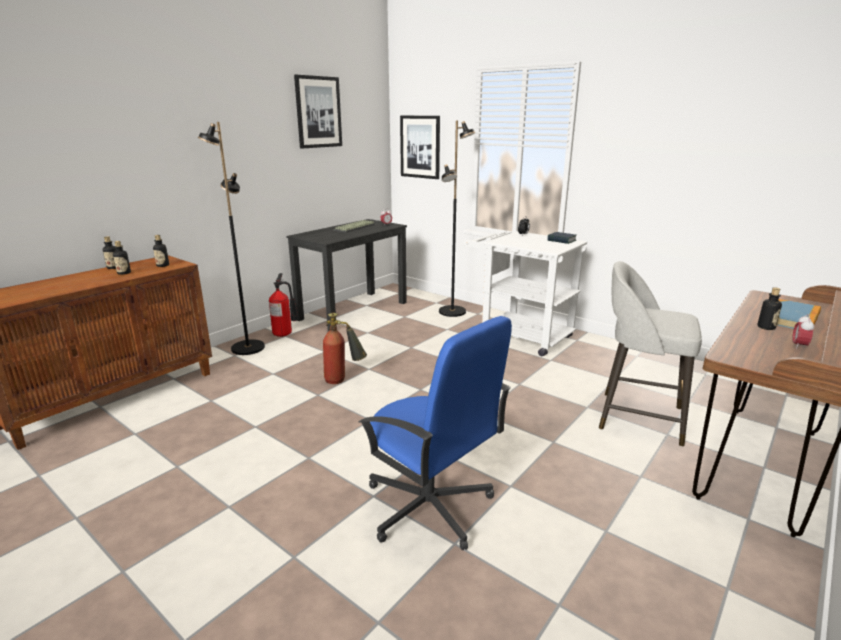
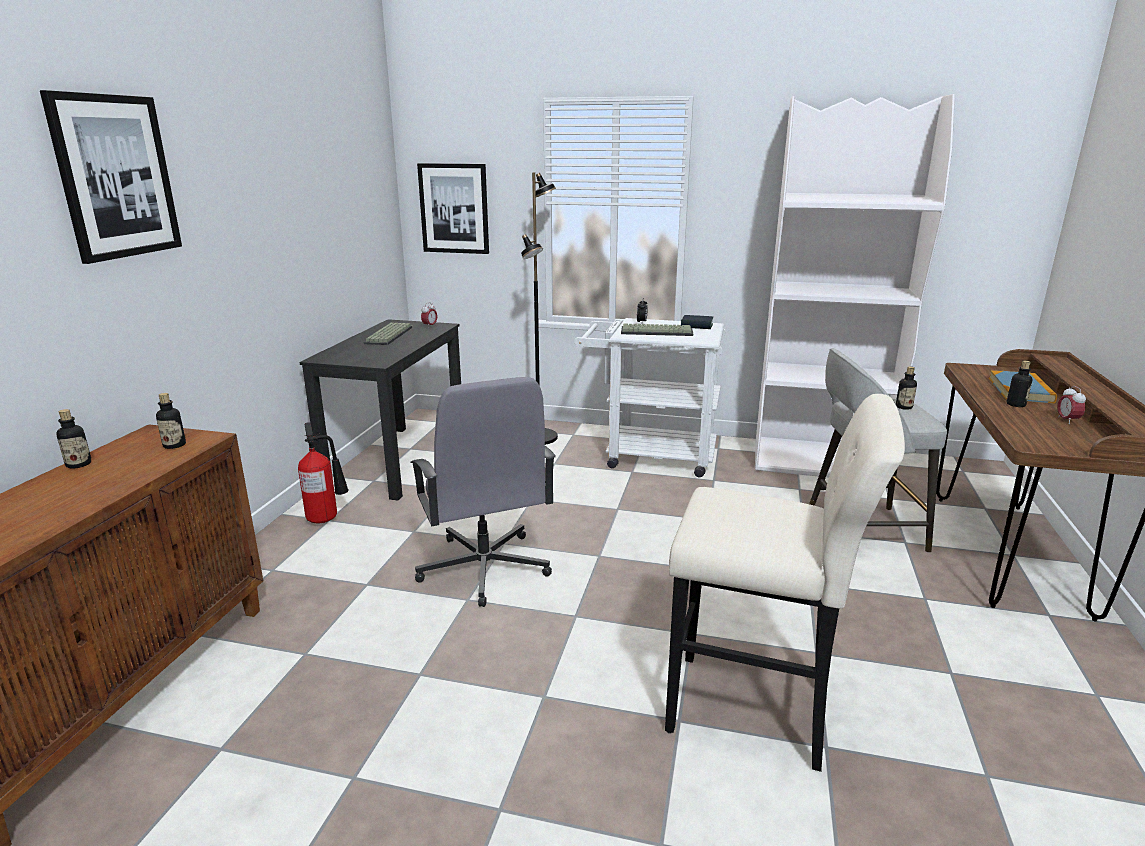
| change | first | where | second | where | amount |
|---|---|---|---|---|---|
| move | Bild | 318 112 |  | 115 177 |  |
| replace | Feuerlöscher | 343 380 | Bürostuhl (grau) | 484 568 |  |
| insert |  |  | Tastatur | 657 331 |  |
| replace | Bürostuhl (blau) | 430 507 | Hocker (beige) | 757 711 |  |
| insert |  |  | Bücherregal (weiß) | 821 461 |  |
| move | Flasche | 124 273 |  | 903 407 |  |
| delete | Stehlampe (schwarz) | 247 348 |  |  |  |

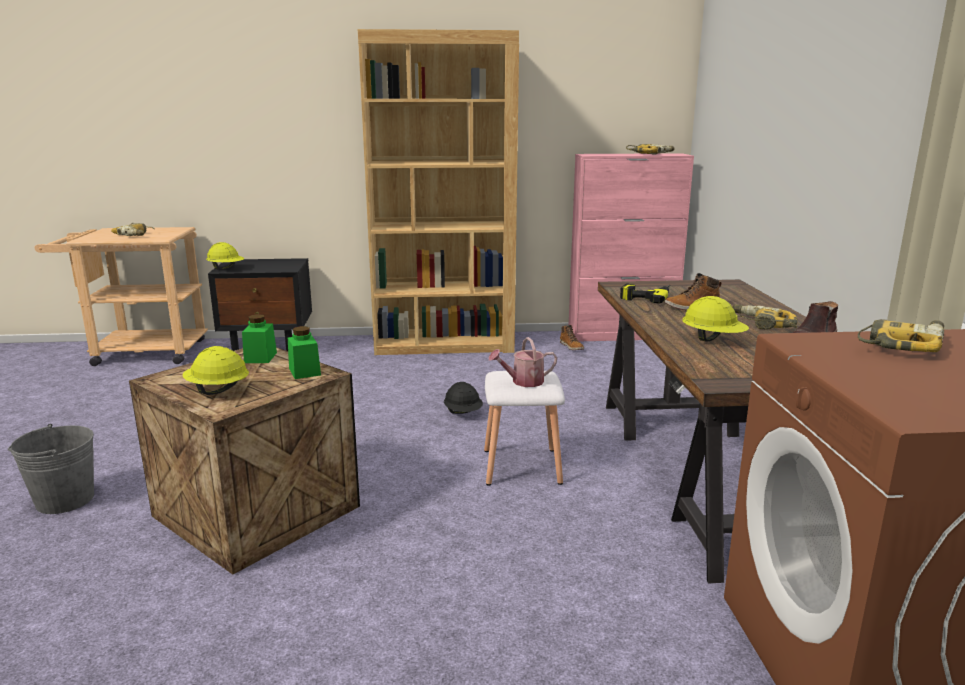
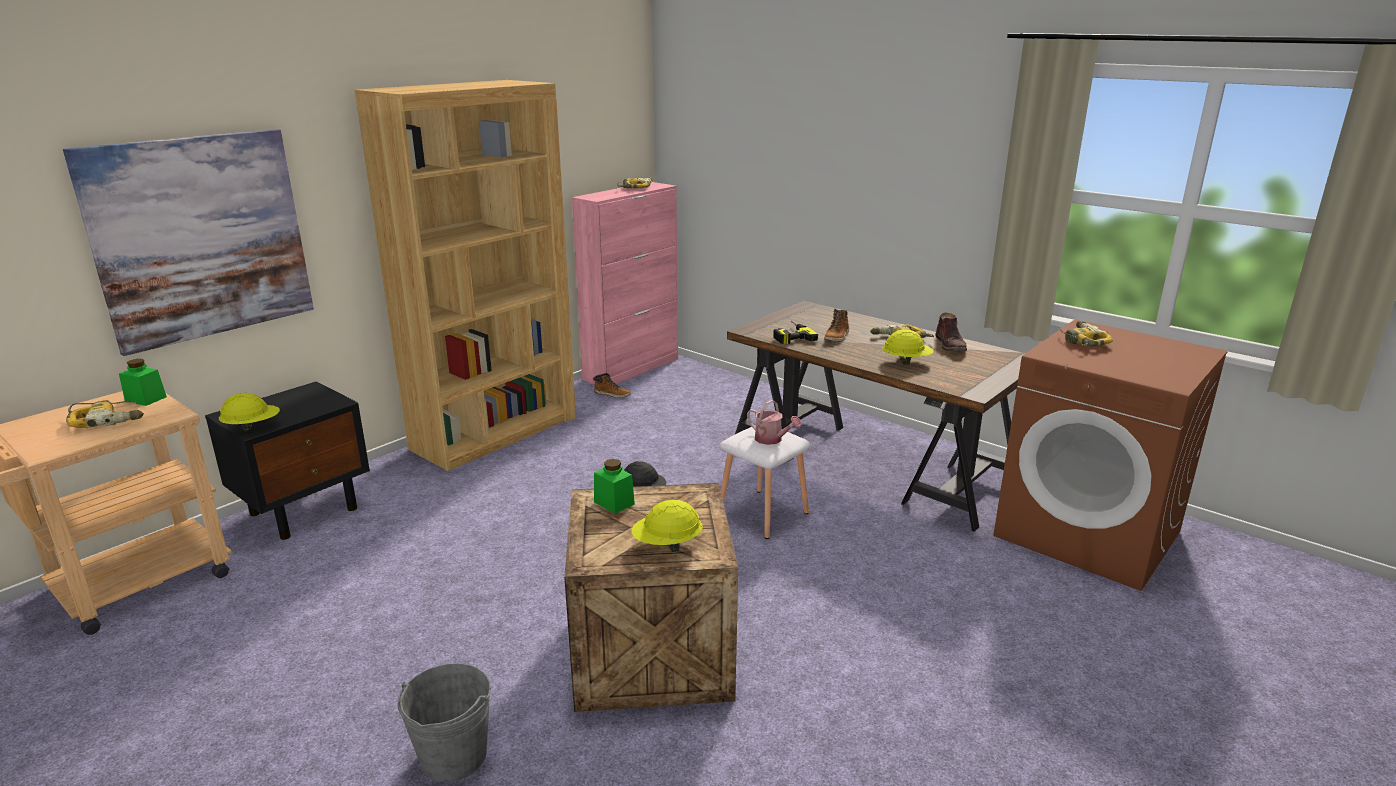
| change | first | where | second | where | amount |
|---|---|---|---|---|---|
| insert |  |  | Bild | 201 238 |  |
| move | Vorratsglas (grün) | 304 372 |  | 146 399 |  |
| rotate | Gießkanne | 523 382 |  | 771 439 | 75 degrees counterclockwise |

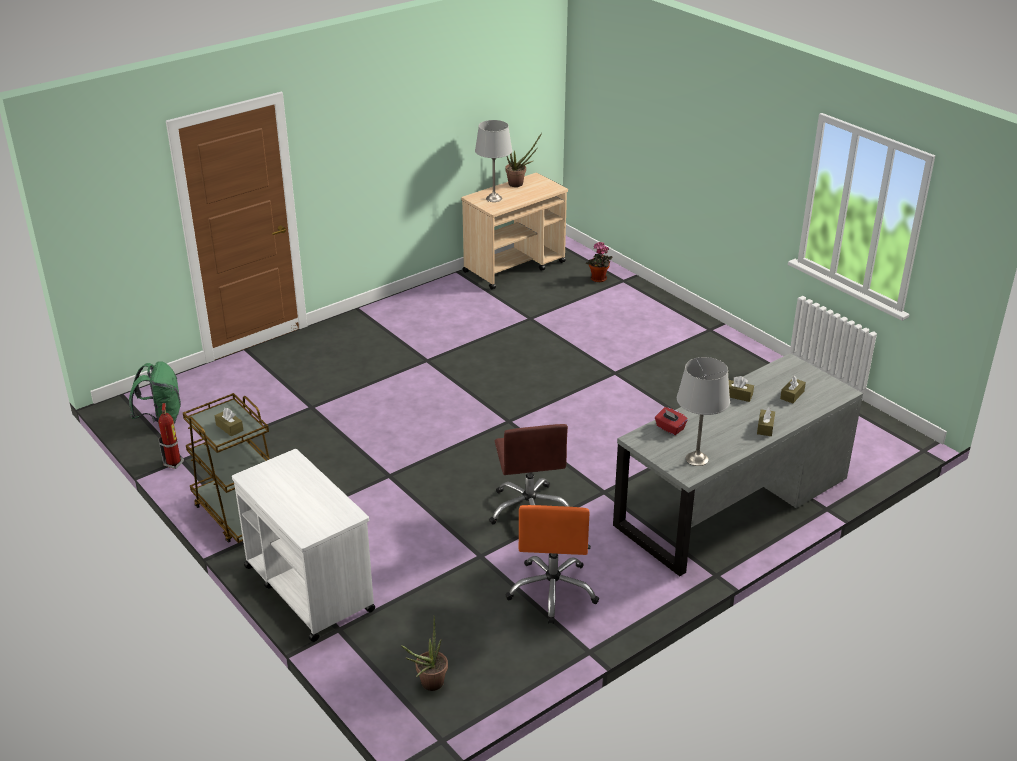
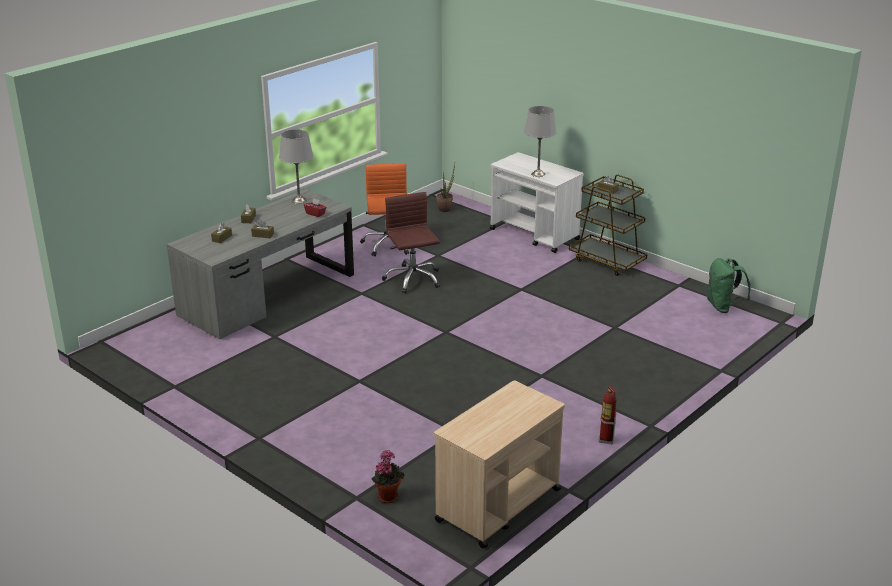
| change | first | where | second | where | amount |
|---|---|---|---|---|---|
| move | Tischlampe (grau) | 494 198 |  | 538 174 |  |
| move | Feuerlöscher | 174 463 |  | 606 440 |  |
| delete | Topfpflanze | 519 184 |  |  |  |

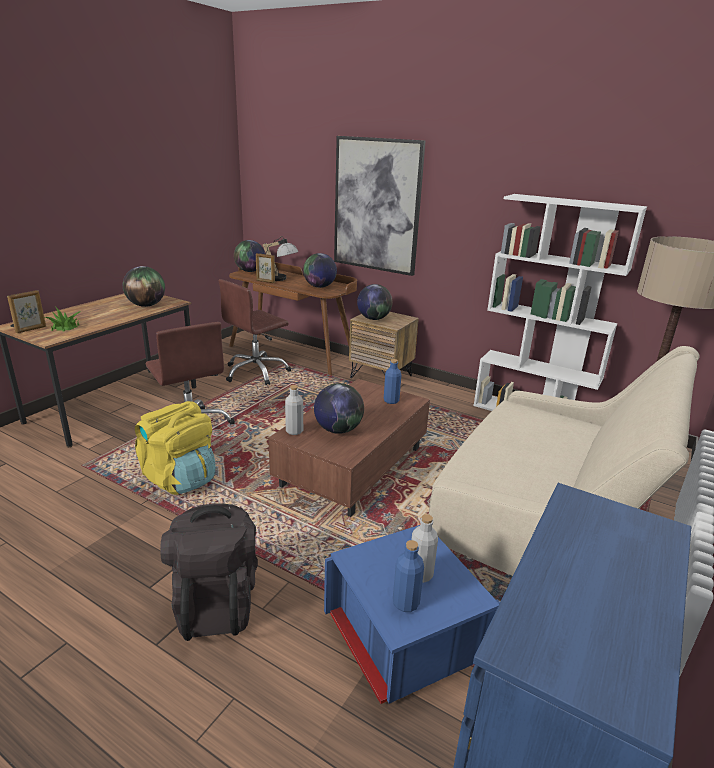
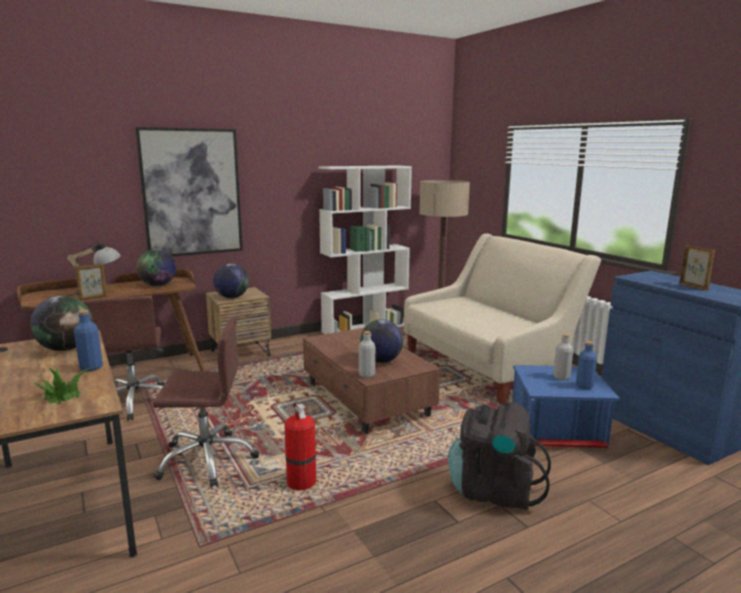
| change | first | where | second | where | amount |
|---|---|---|---|---|---|
| move | Flasche (blau) | 391 401 |  | 91 368 |  |
| replace | Rucksack (gelb) | 180 478 | Feuerlöscher | 301 481 |  |
| move | Bilderrahmen | 31 329 |  | 693 287 |  |
| delete | Globus | 250 271 |  |  |  |

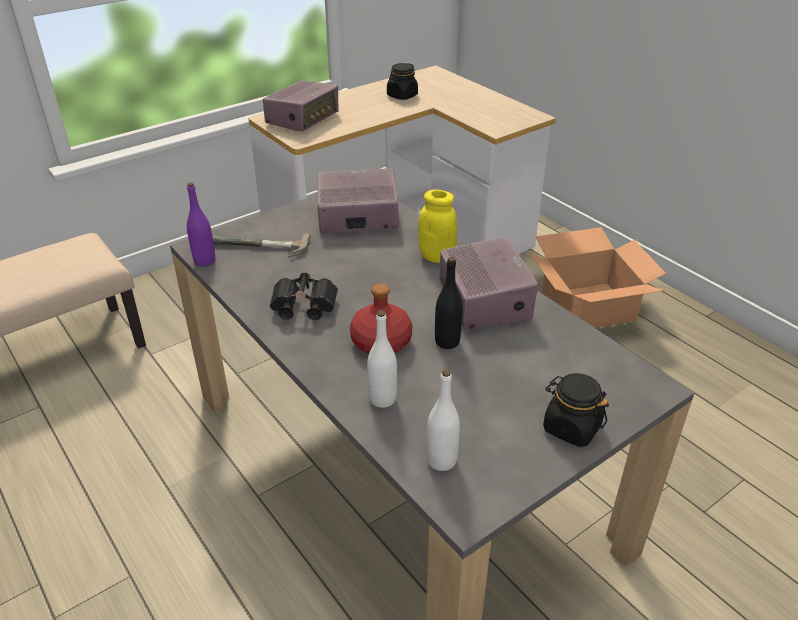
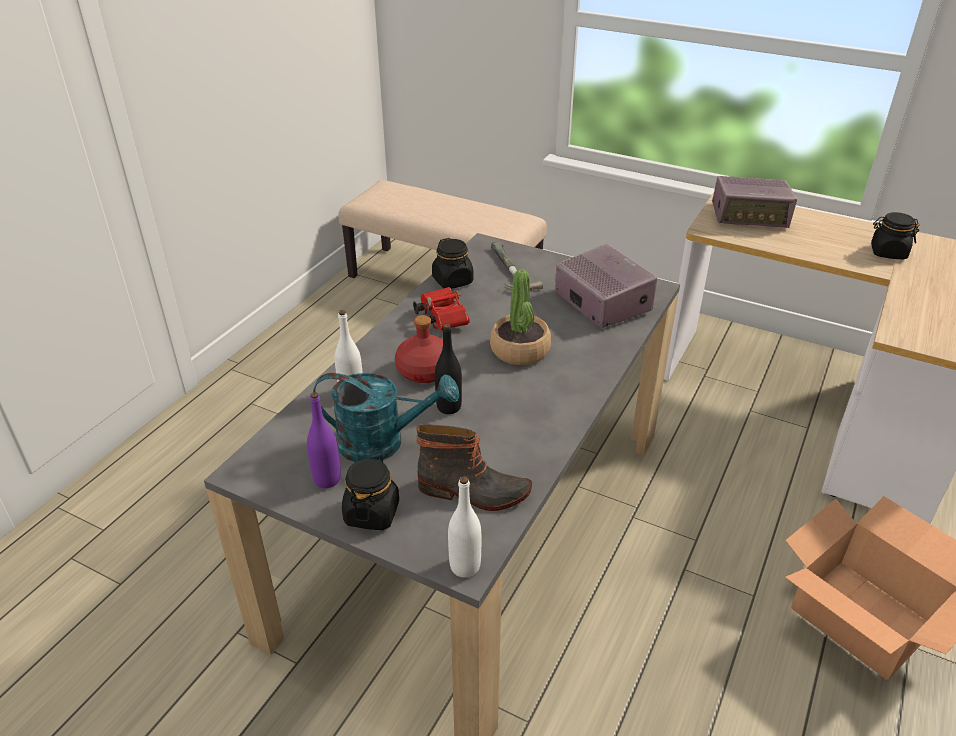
| change | first | where | second | where | amount |
|---|---|---|---|---|---|
| move | Flasche (lila) | 204 261 |  | 327 479 |  |
| insert |  |  | Gießkanne (türkis) | 383 442 |  |
| recolor | Fernglas (schwarz) | 302 308 | Fernglas (rot) | 440 318 |  |
| insert |  |  | Stiefel | 473 492 |  |
| insert |  |  | Vorratsglas (schwarz) | 453 281 |  |
| move | Flasche (weiß) | 441 460 |  | 465 566 |  |
| insert |  |  | Topfpflanze | 520 350 |  |
| delete | Vorratsglas (gelb) | 436 256 |  |  |  |
| delete | Radio | 484 300 |  |  |  |

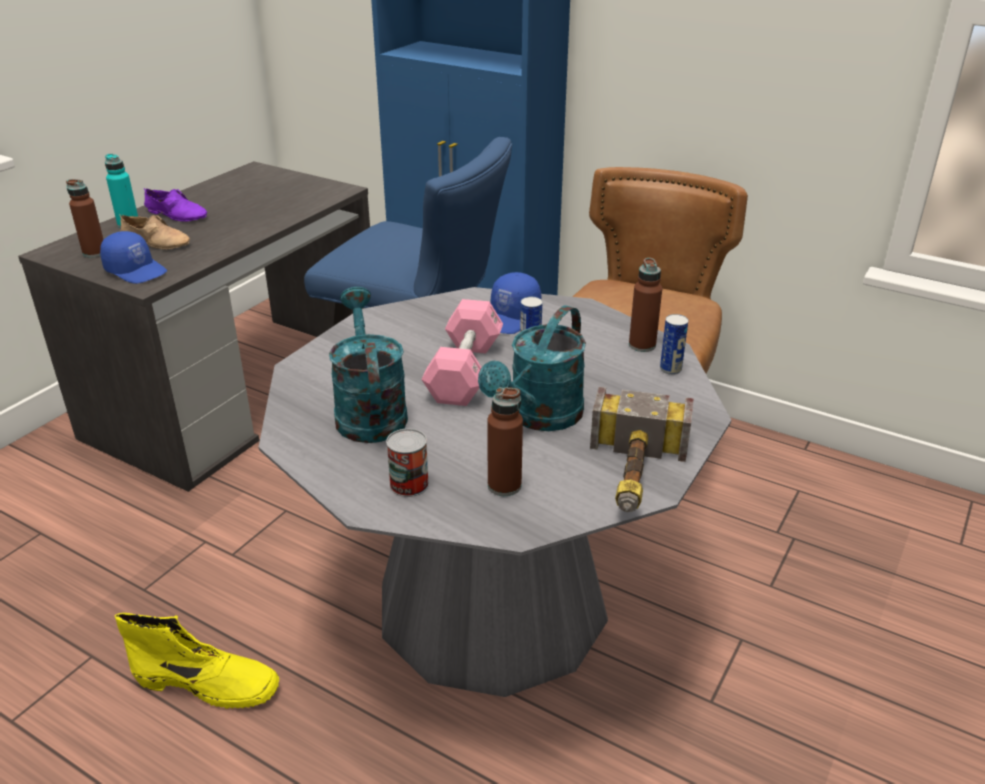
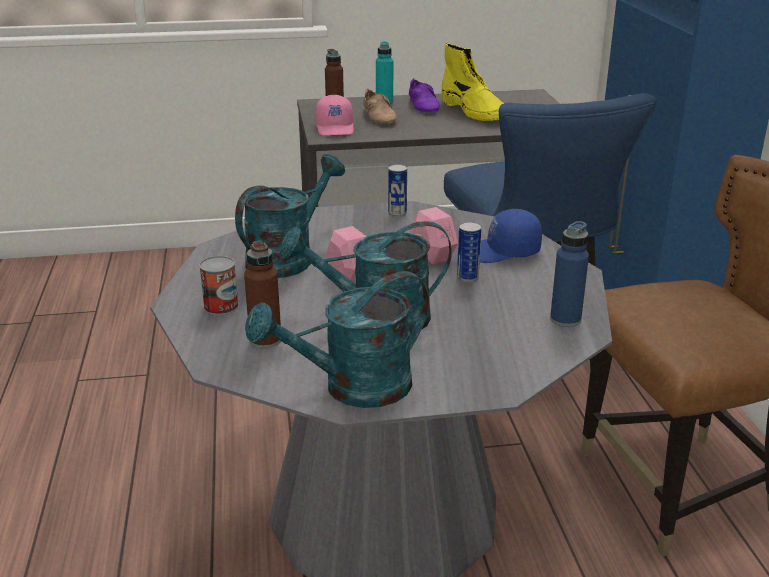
| change | first | where | second | where | amount |
|---|---|---|---|---|---|
| replace | Hammer | 633 476 | Gießkanne (türkis) | 353 389 |  |
| recolor | Kappe (blau) | 136 270 | Kappe (rosa) | 336 128 |  |
| move | Dose | 670 369 |  | 397 213 |  |
| move | Stiefel (gelb) | 208 683 |  | 474 112 |  |
| recolor | Flasche (braun) | 642 345 | Flasche (blau) | 565 319 |  |

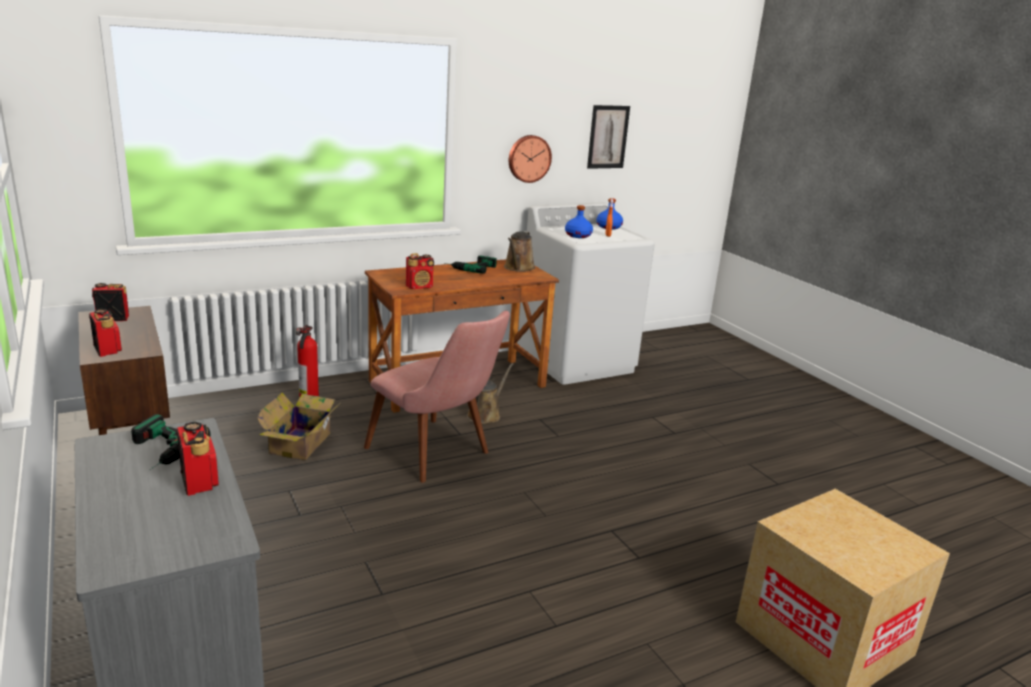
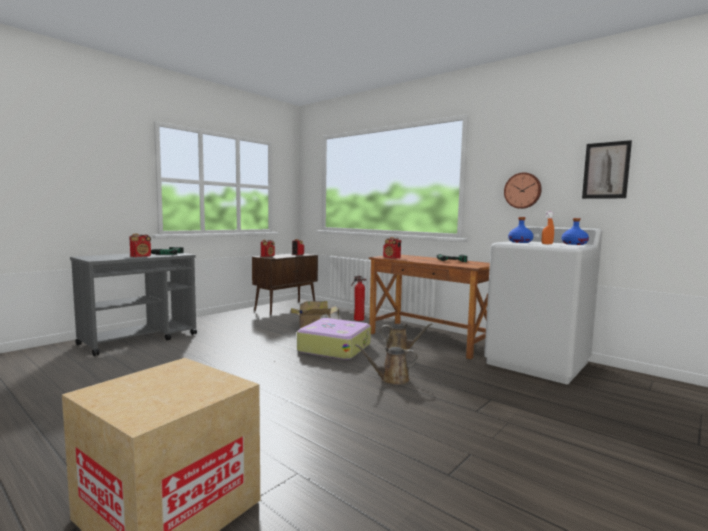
| change | first | where | second | where | amount |
|---|---|---|---|---|---|
| replace | Stuhl (rosa) | 438 455 | Koffer | 334 348 |  |
| move | Gießkanne (braun) | 518 268 |  | 391 379 |  |

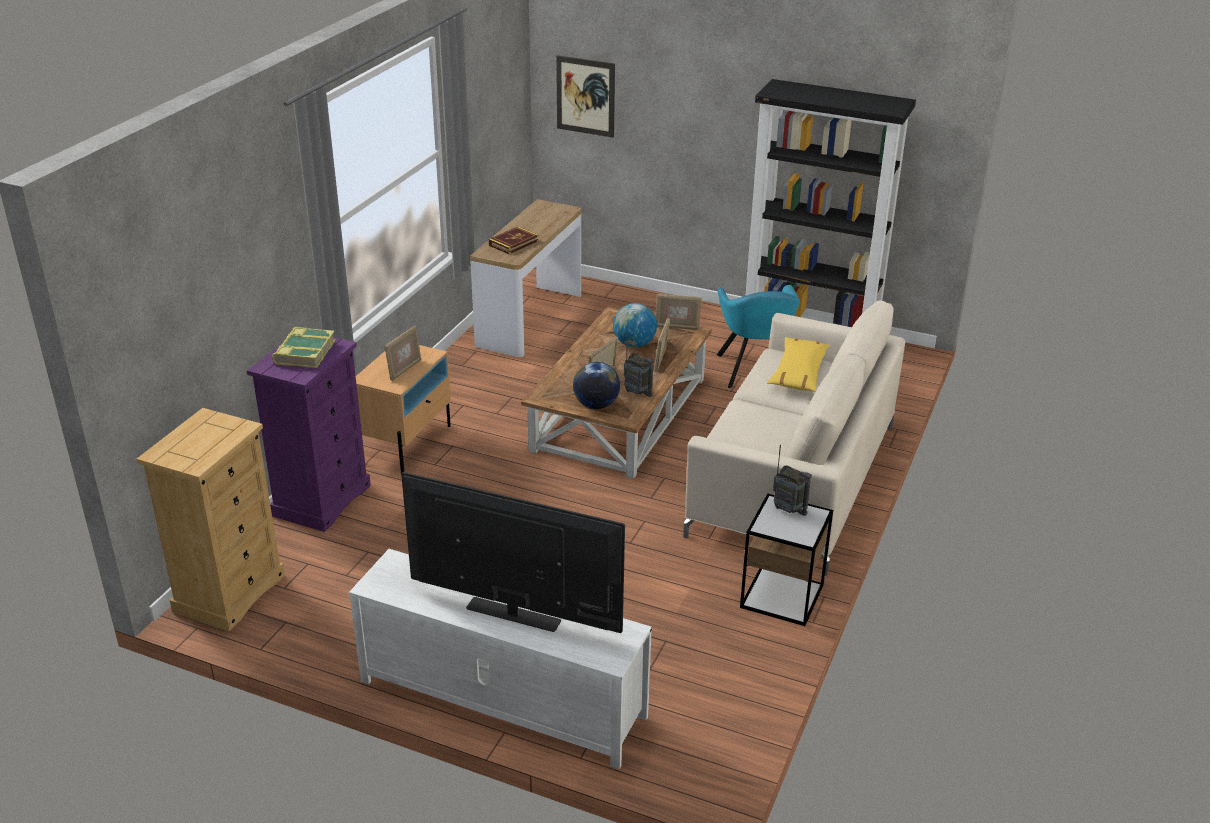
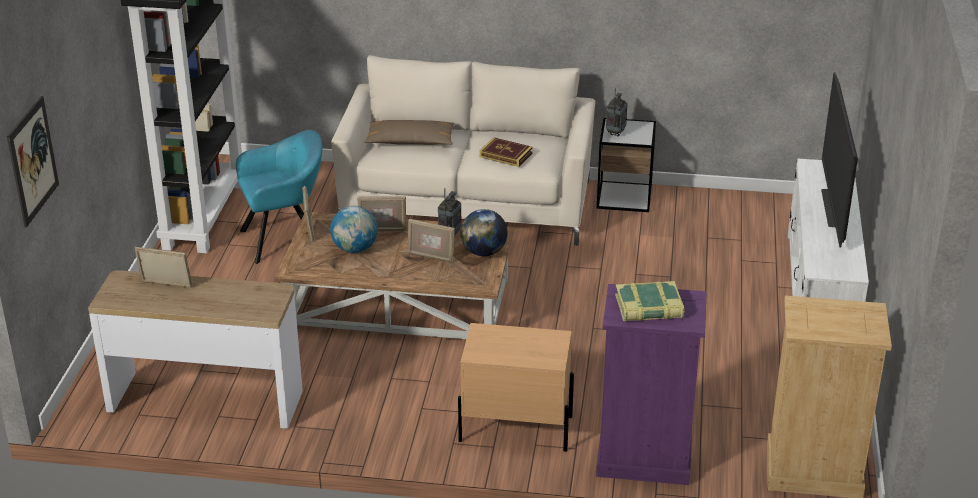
| change | first | where | second | where | amount |
|---|---|---|---|---|---|
| move | Bilderrahmen | 404 370 |  | 166 285 |  |
| recolor | Kissen (gelb) | 798 373 | Kissen (braun) | 410 141 |  |
| move | Buch | 513 243 |  | 506 155 |  |

